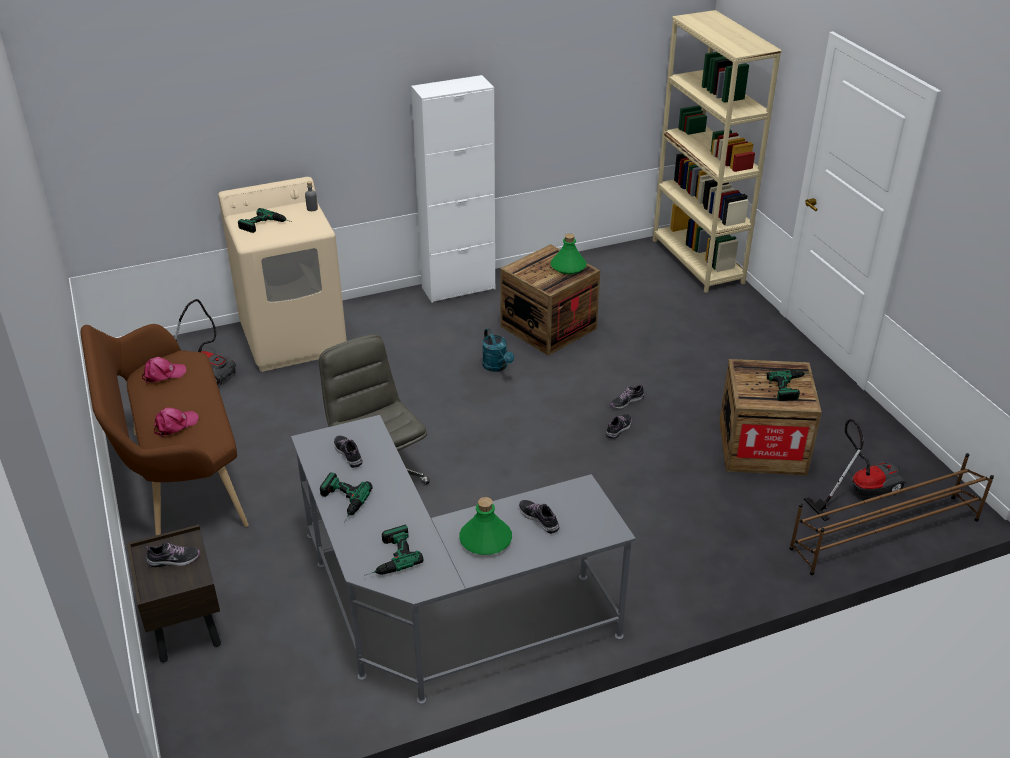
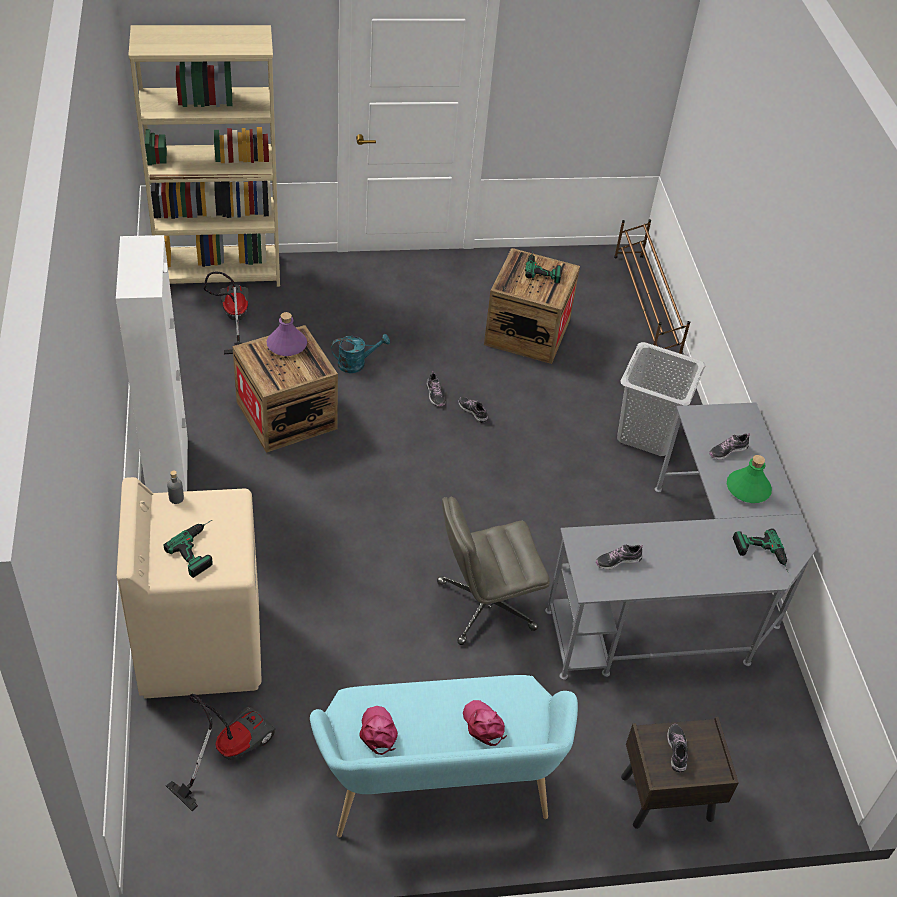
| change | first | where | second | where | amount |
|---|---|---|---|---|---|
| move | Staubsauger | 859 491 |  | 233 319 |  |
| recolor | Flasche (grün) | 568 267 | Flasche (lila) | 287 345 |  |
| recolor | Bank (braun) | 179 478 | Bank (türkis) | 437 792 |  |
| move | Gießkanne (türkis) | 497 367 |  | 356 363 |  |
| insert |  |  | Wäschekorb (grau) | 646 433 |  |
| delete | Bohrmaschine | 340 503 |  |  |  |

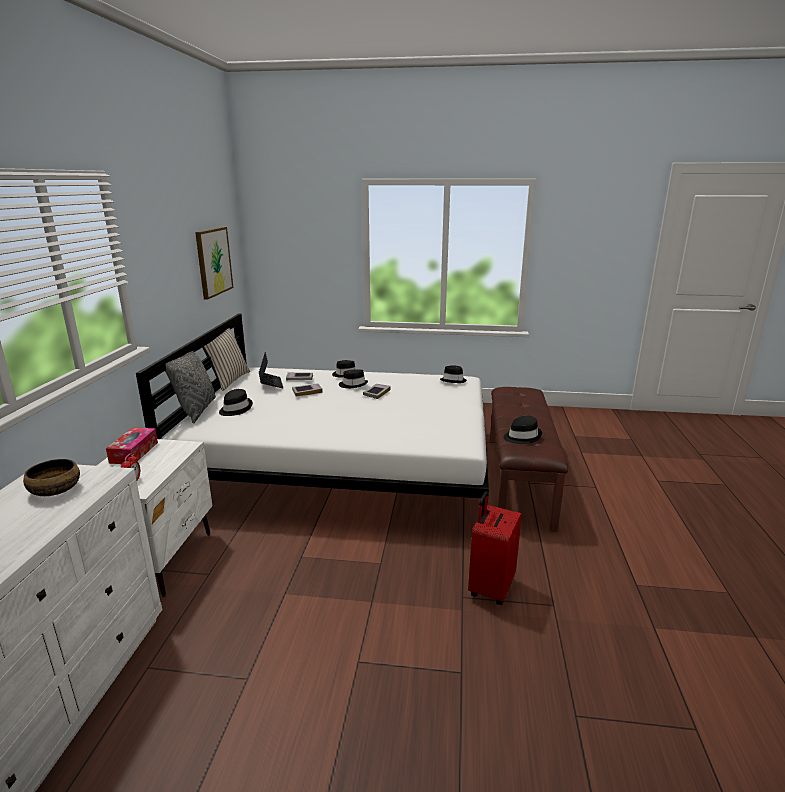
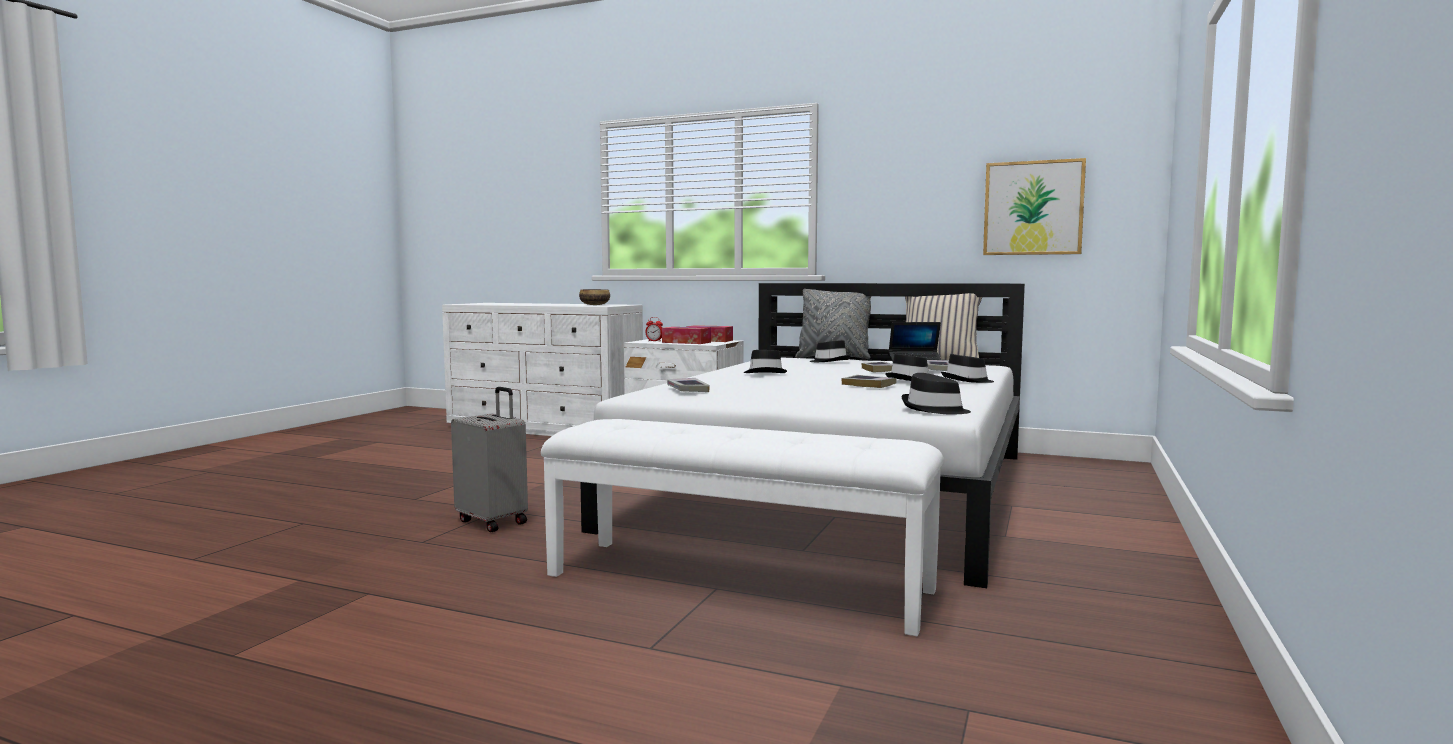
| change | first | where | second | where | amount |
|---|---|---|---|---|---|
| recolor | Koffer (rot) | 490 588 | Koffer (grau) | 493 521 |  |
| recolor | Bank (braun) | 517 478 | Bank (weiß) | 738 582 |  |
| insert |  |  | Taschentuchbox | 686 342 |  |
| insert |  |  | Buch | 687 389 |  |
| move | Hut (schwarz) | 522 436 |  | 765 373 |  |

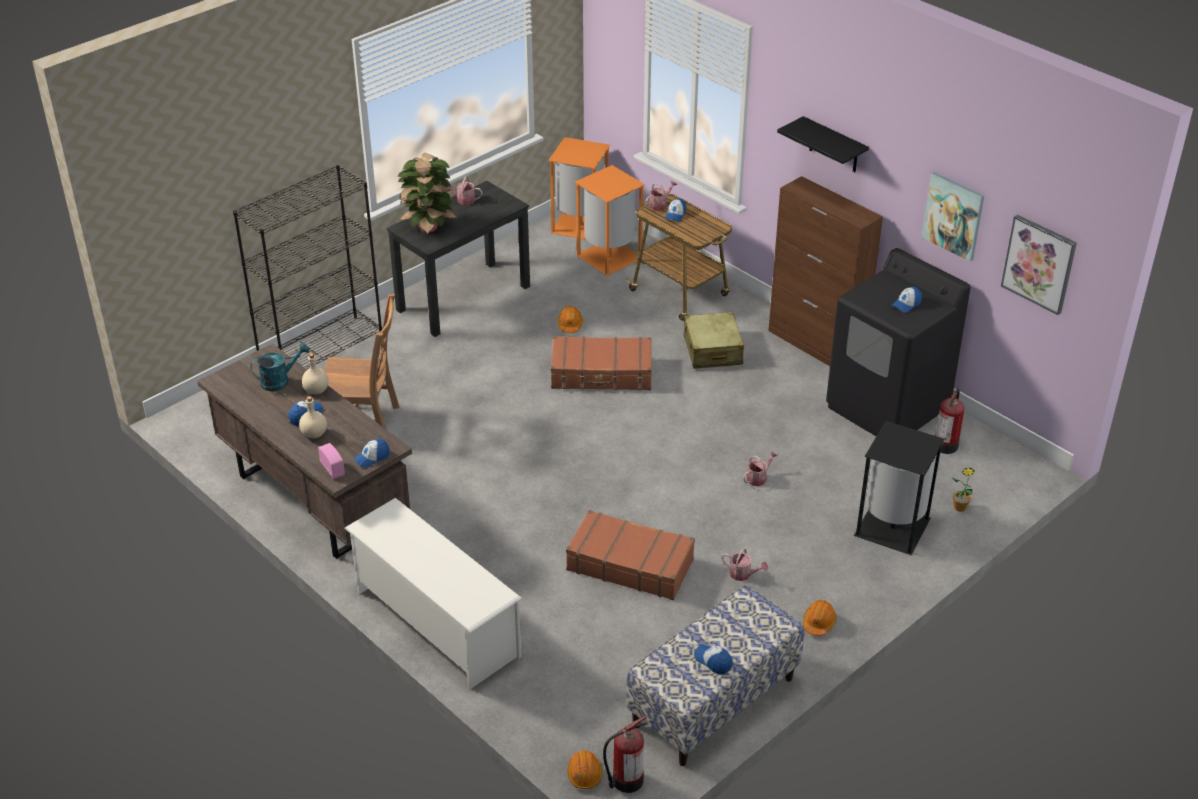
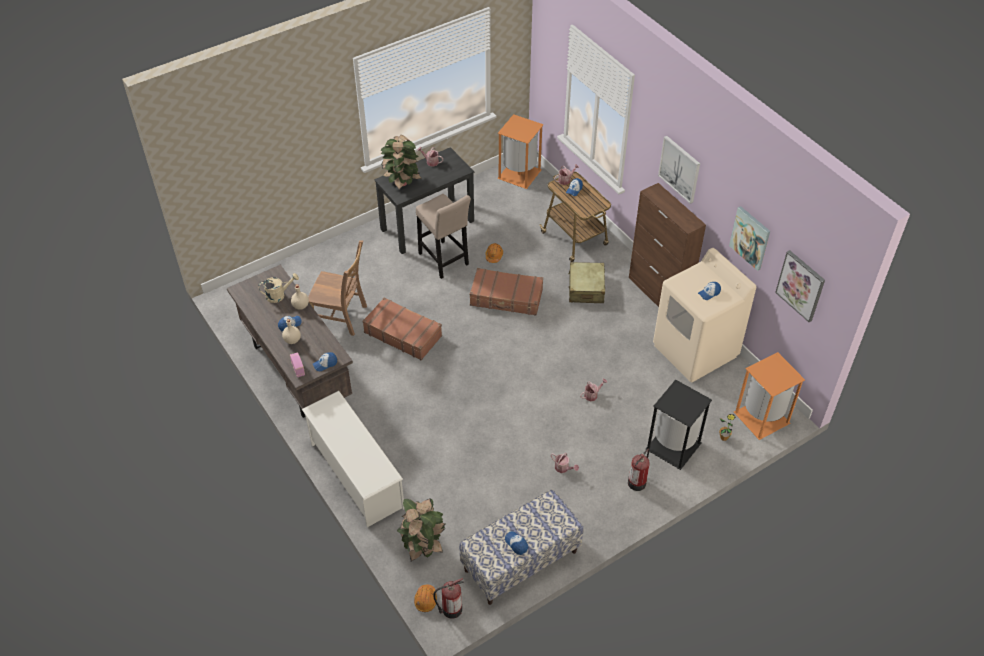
| change | first | where | second | where | amount |
|---|---|---|---|---|---|
| recolor | Gießkanne (türkis) | 280 381 | Gießkanne (beige) | 279 295 |  |
| move | Koffer (braun) | 630 564 |  | 403 334 |  |
| insert |  |  | Topfpflanze | 423 545 |  |
| insert |  |  | Hocker (beige) | 444 261 |  |
| move | Feuerlöscher | 946 444 |  | 637 482 |  |
| recolor | Waschmaschine (schwarz) | 887 408 | Waschmaschine (beige) | 695 351 |  |
| replace | Wandregal (schwarz) | 834 146 | Bild | 680 169 |  |
| move | Mülleimer (orange) | 610 257 |  | 762 418 |  |
| delete | Bücherregal (schwarz) | 322 350 |  |  |  |
| delete | Schutzhelm (orange) | 818 622 |  |  |  |

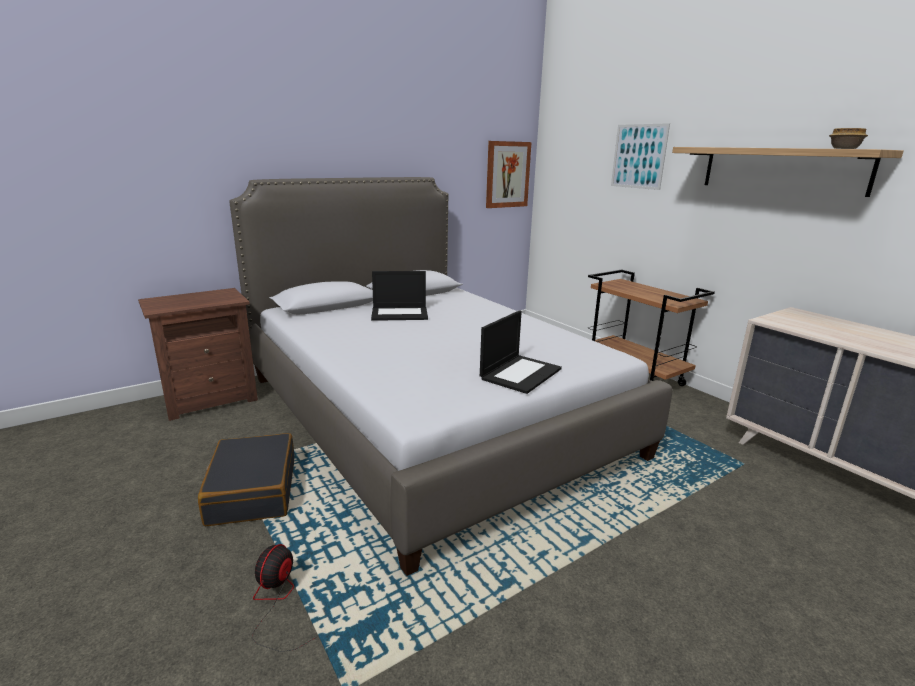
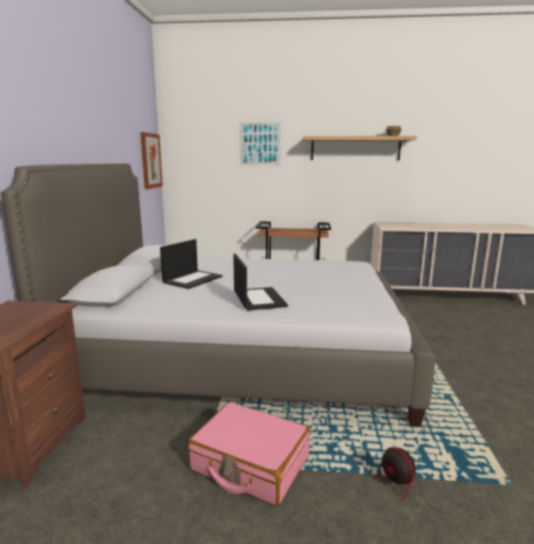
| change | first | where | second | where | amount |
|---|---|---|---|---|---|
| recolor | Koffer (schwarz) | 252 491 | Koffer (rosa) | 250 464 |  |
| move | Laptop | 520 373 |  | 258 299 |  |

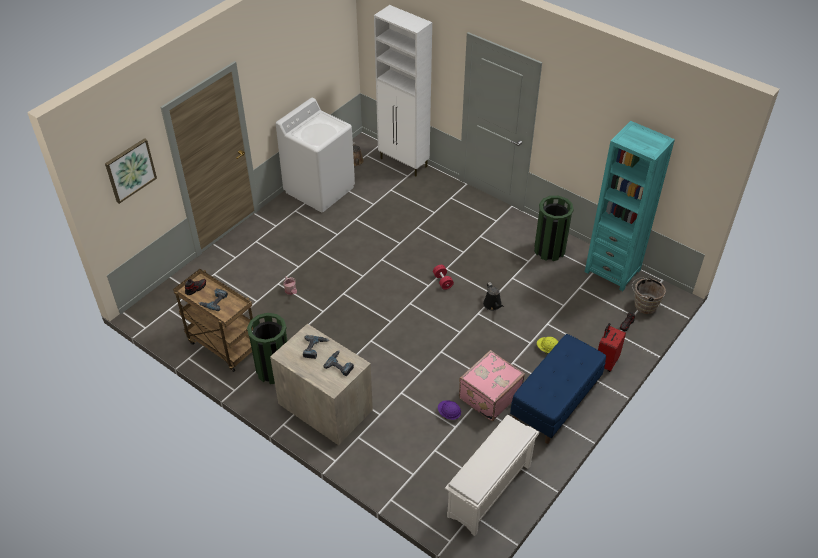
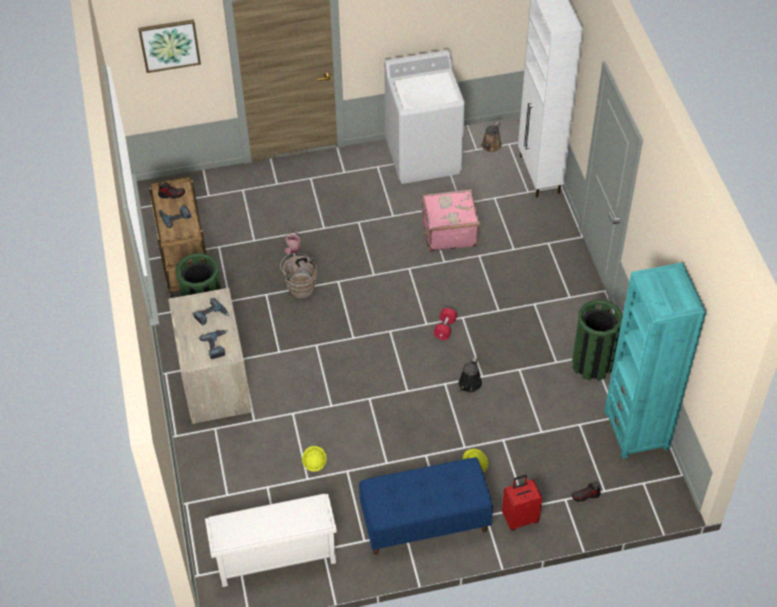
| change | first | where | second | where | amount |
|---|---|---|---|---|---|
| move | Eimer (braun) | 643 305 |  | 300 286 |  |
| recolor | Schutzhelm (lila) | 449 414 | Schutzhelm (gelb) | 314 462 |  |
| move | Koffer (rosa) | 488 396 |  | 448 232 |  |

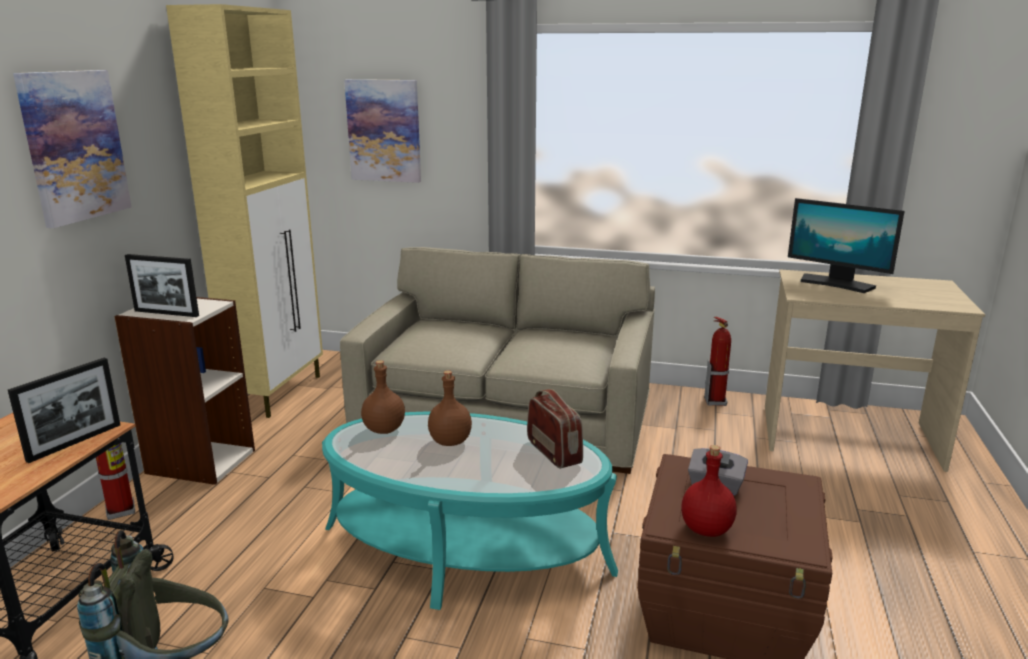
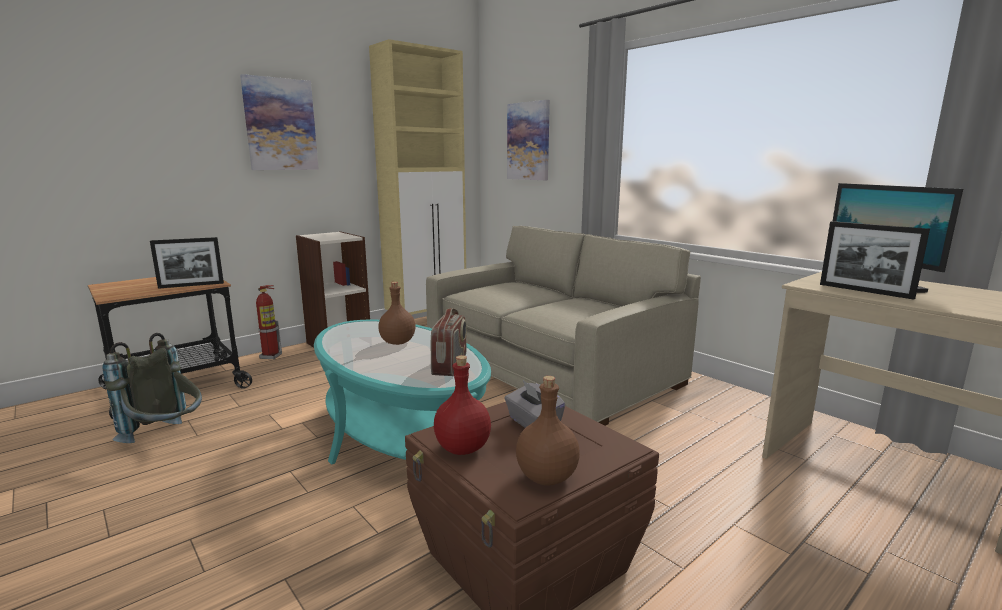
| change | first | where | second | where | amount |
|---|---|---|---|---|---|
| move | Flasche (braun) | 383 429 |  | 546 476 |  |
| move | Bilderrahmen | 166 313 |  | 865 291 |  |
| delete | Feuerlöscher | 715 401 |  |  |  |

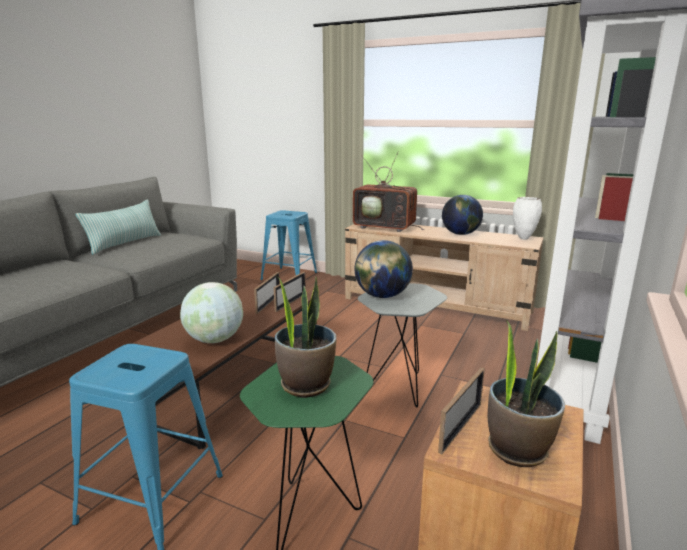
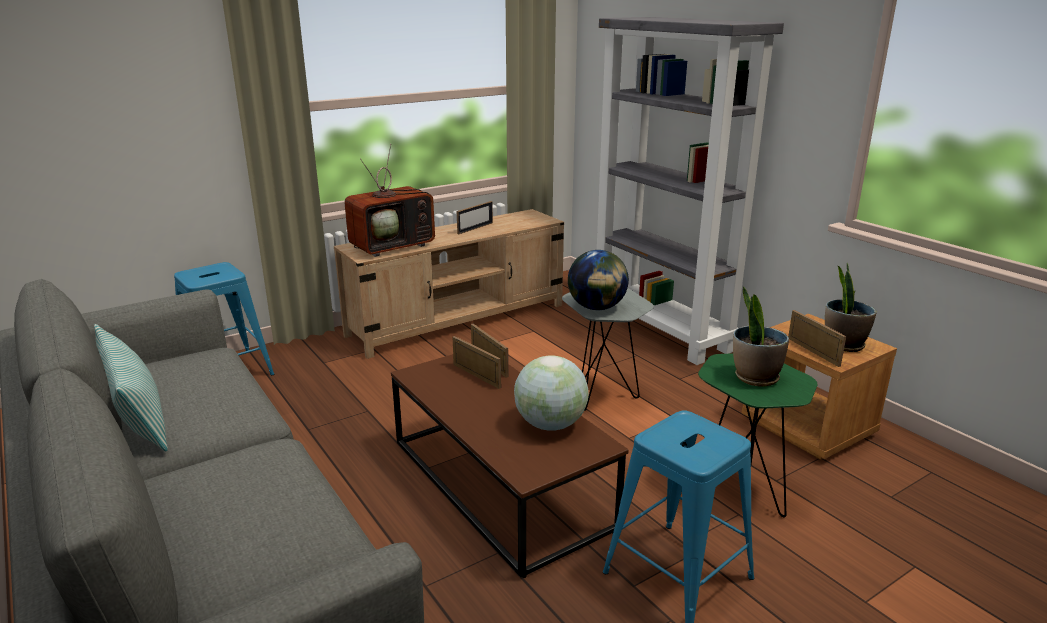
| change | first | where | second | where | amount |
|---|---|---|---|---|---|
| replace | Globus | 460 234 | Bilderrahmen | 475 228 |  |
| delete | Vase (weiß) | 523 239 |  |  |  |

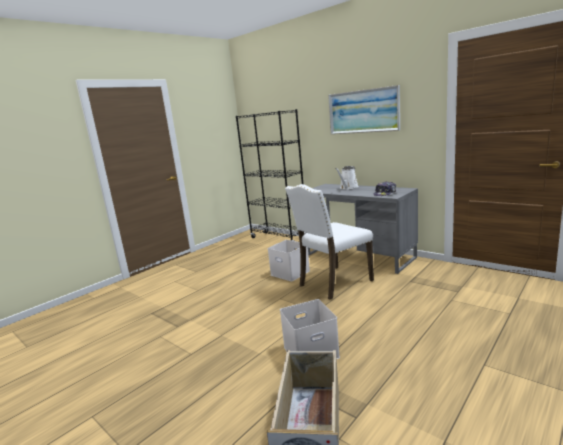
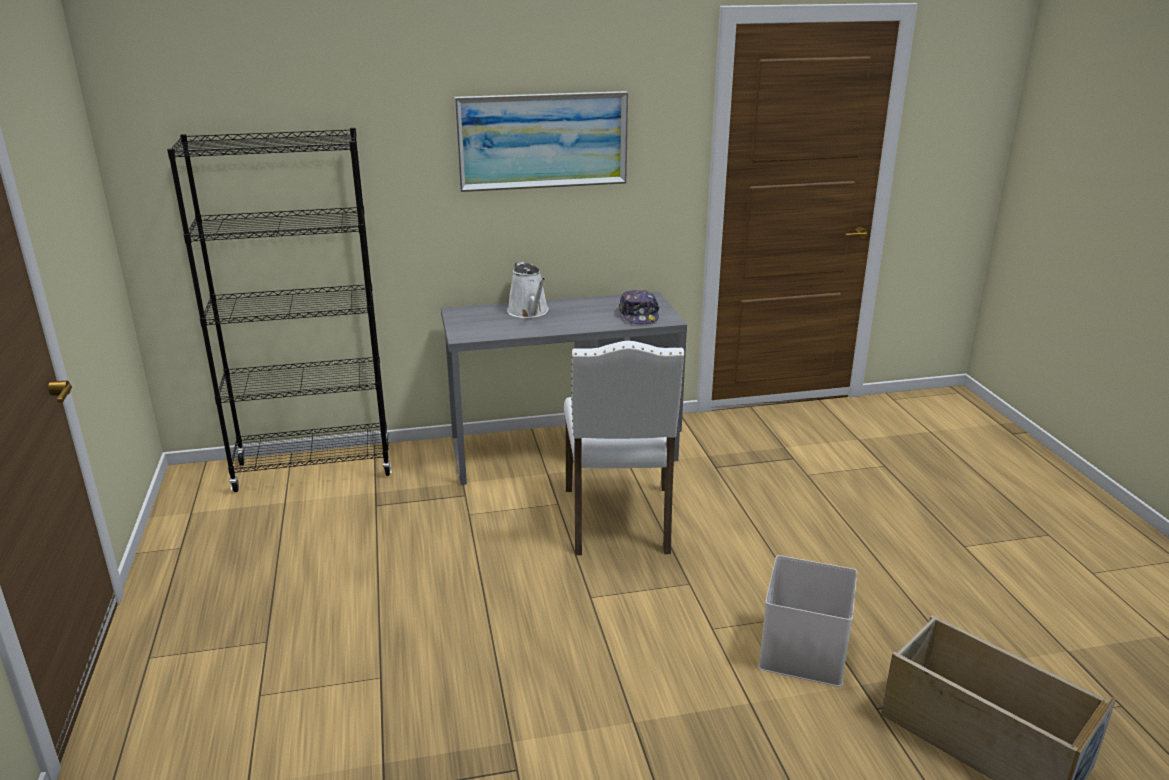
| change | first | where | second | where | amount |
|---|---|---|---|---|---|
| delete | Aufbewahrungsbox (weiß) | 289 273 |  |  |  |

